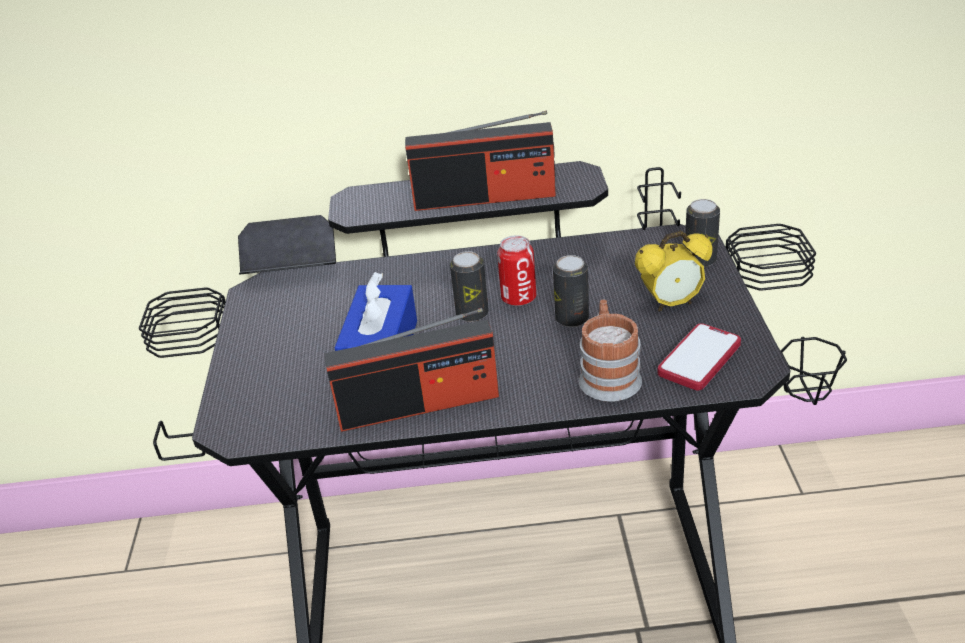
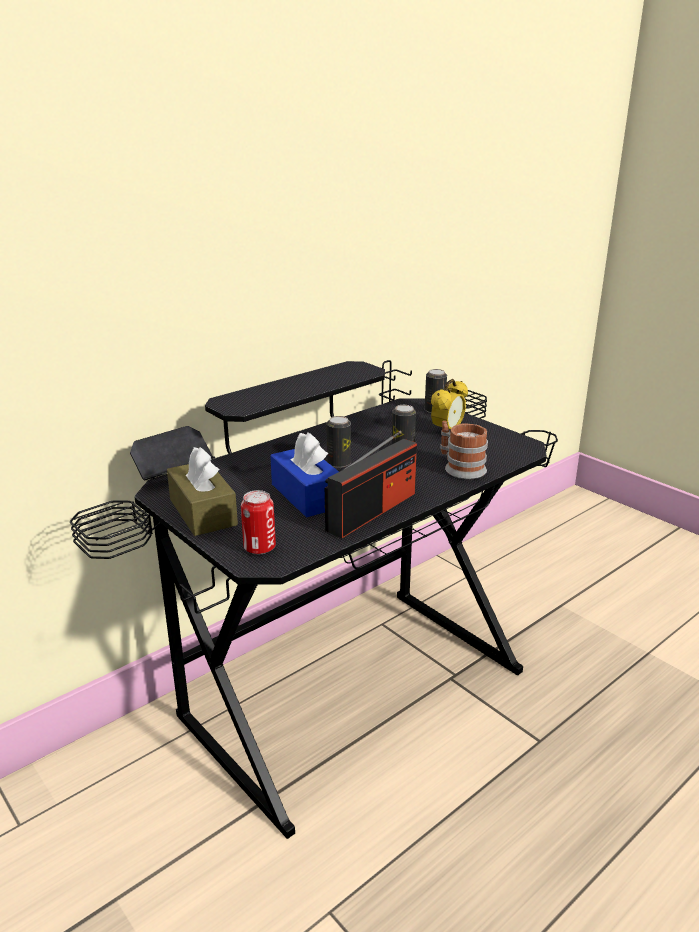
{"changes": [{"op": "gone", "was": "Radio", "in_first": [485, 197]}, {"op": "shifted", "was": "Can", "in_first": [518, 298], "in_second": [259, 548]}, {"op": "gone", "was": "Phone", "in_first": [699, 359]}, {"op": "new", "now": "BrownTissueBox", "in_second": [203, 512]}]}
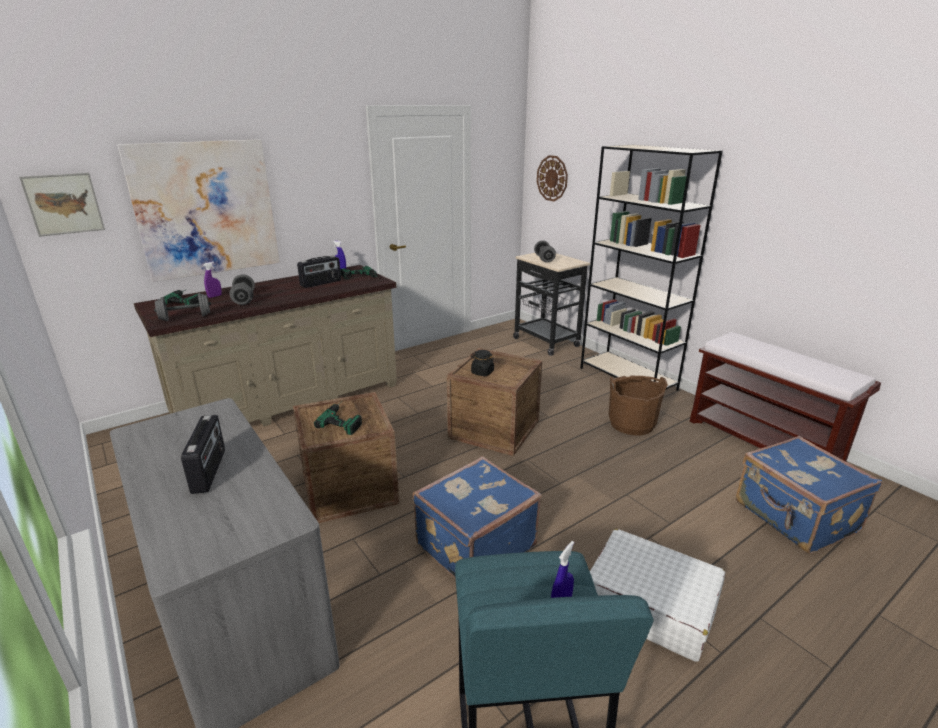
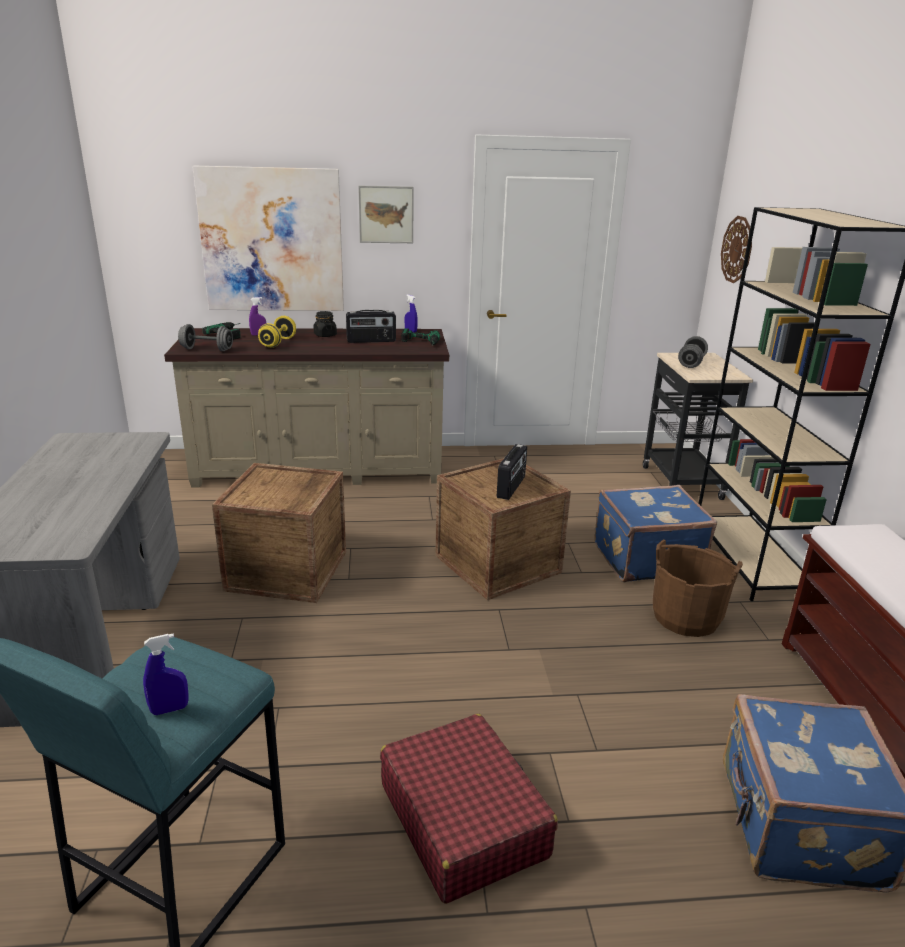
{"changes": [{"op": "shifted", "was": "Picture", "in_first": [64, 204], "in_second": [386, 214]}, {"op": "shifted", "was": "Radio", "in_first": [210, 471], "in_second": [511, 487]}, {"op": "repainted", "was": "GreyDumbbell", "now": "YellowDumbbell", "in_first": [244, 299], "in_second": [278, 343]}, {"op": "gone", "was": "PowerDrill", "in_first": [344, 419]}, {"op": "shifted", "was": "BlueSuitcase", "in_first": [474, 544], "in_second": [645, 558]}, {"op": "shifted", "was": "BlackJar", "in_first": [482, 372], "in_second": [325, 335]}, {"op": "repainted", "was": "WhiteSuitcase", "now": "RedSuitcase", "in_first": [649, 603], "in_second": [463, 819]}]}
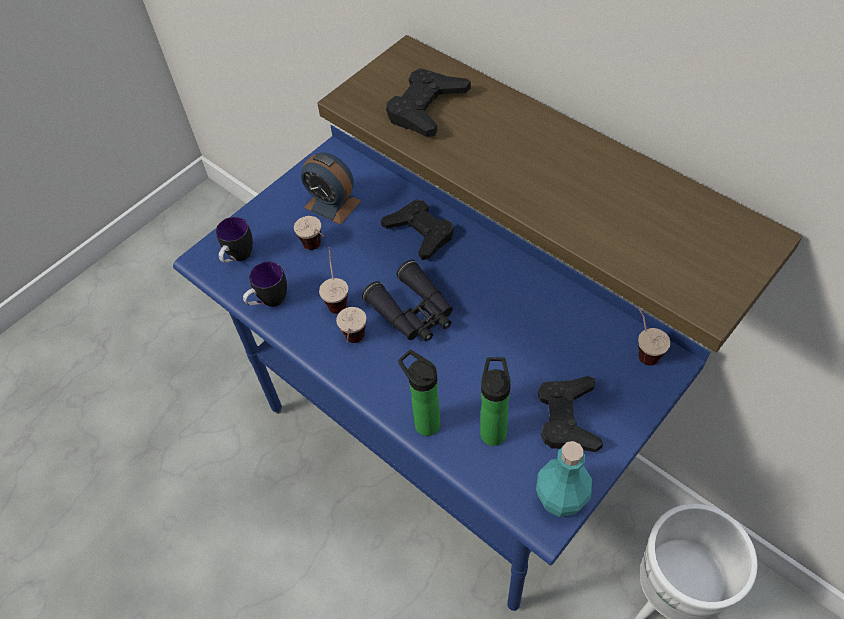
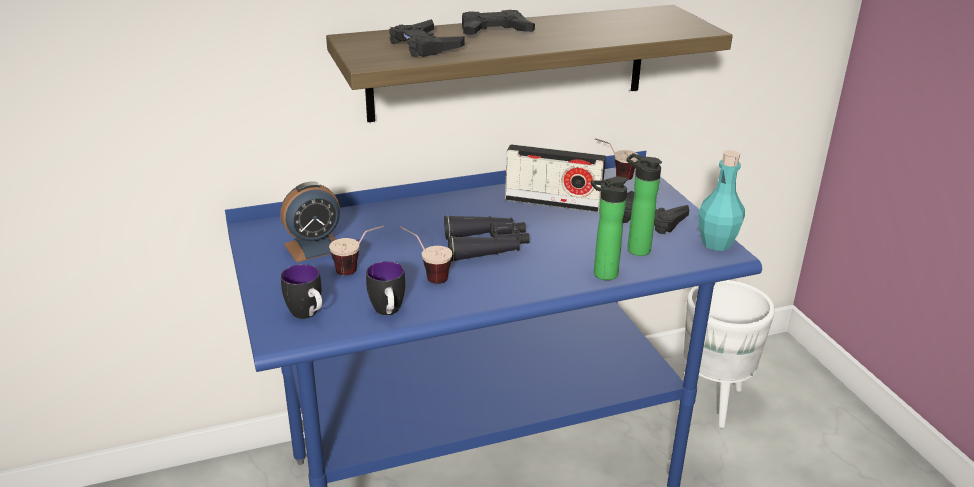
{"changes": [{"op": "gone", "was": "Cup", "in_first": [354, 345]}, {"op": "shifted", "was": "BlackGameController", "in_first": [420, 233], "in_second": [494, 31]}, {"op": "new", "now": "Radio", "in_second": [553, 202]}]}
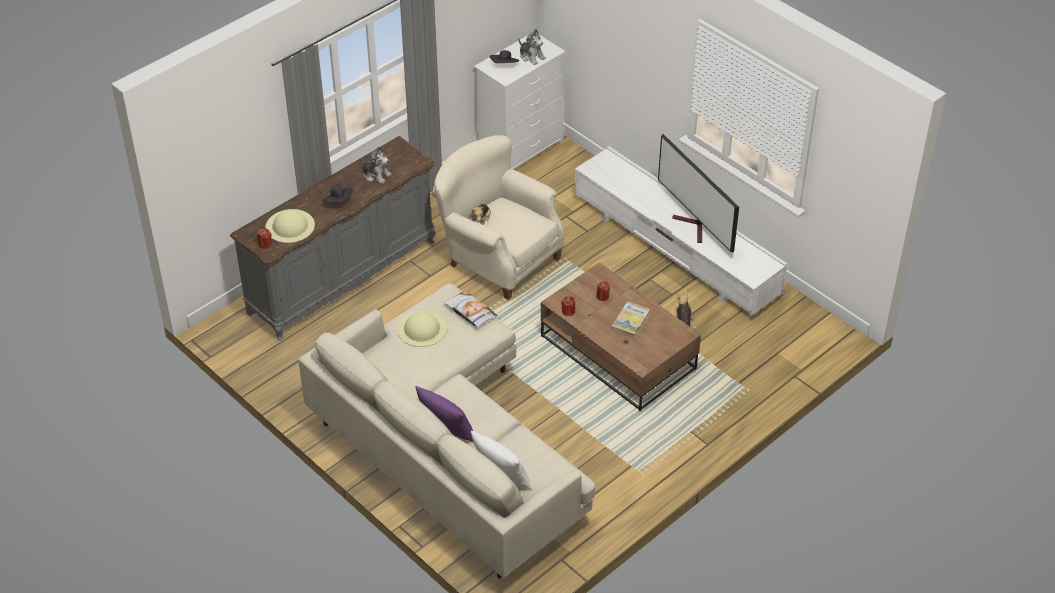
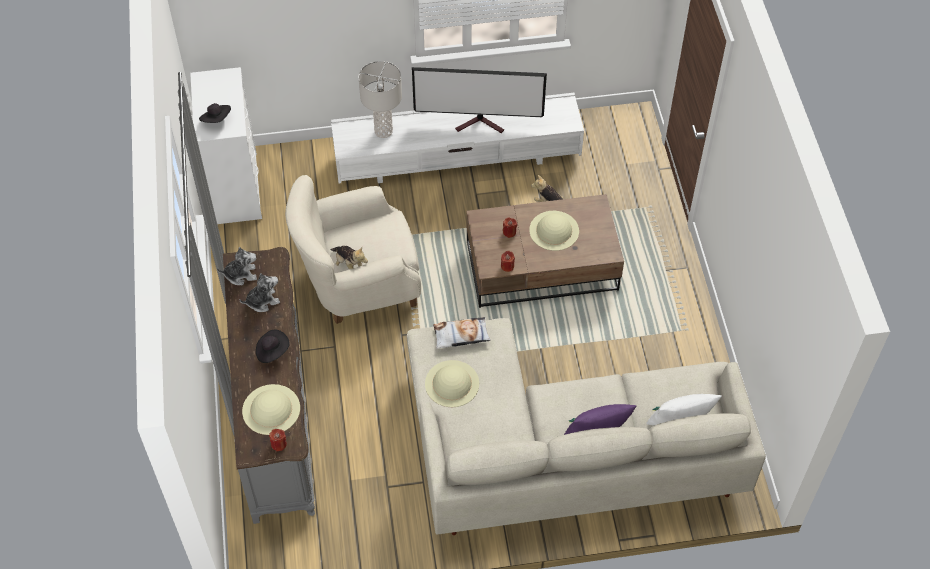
{"changes": [{"op": "shifted", "was": "PlushToy", "in_first": [531, 56], "in_second": [241, 274]}, {"op": "swapped", "was": "Book", "now": "BeigeHat", "in_first": [630, 321], "in_second": [554, 230]}, {"op": "new", "now": "WhiteTableLamp", "in_second": [384, 131]}]}
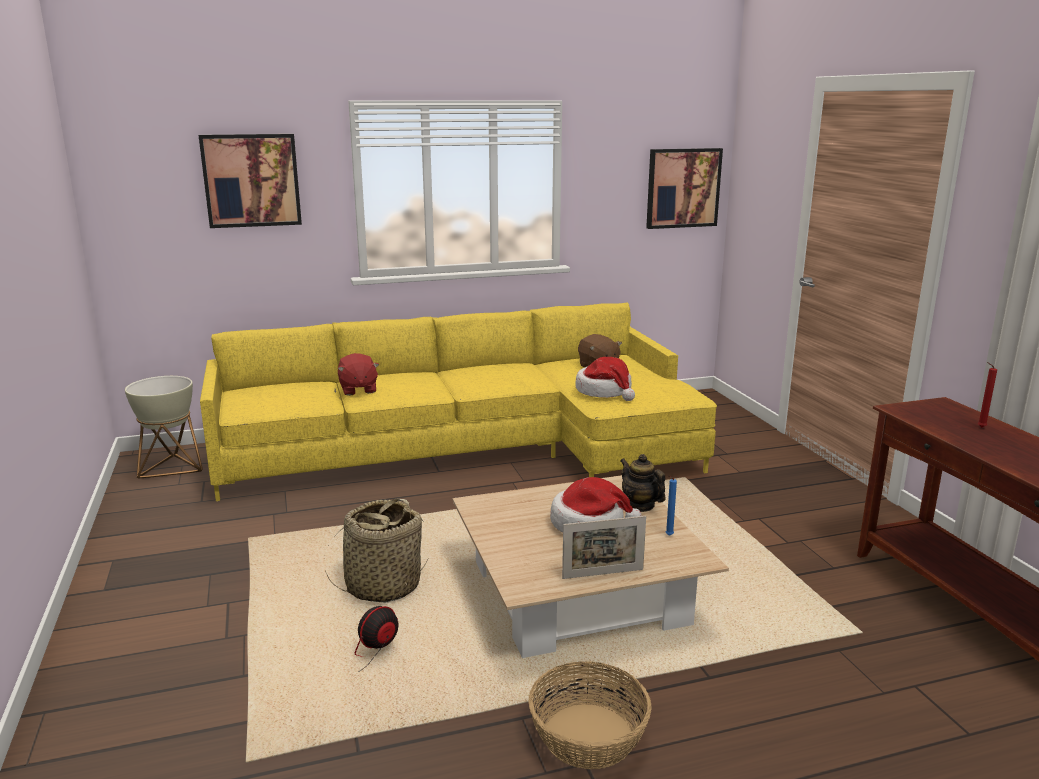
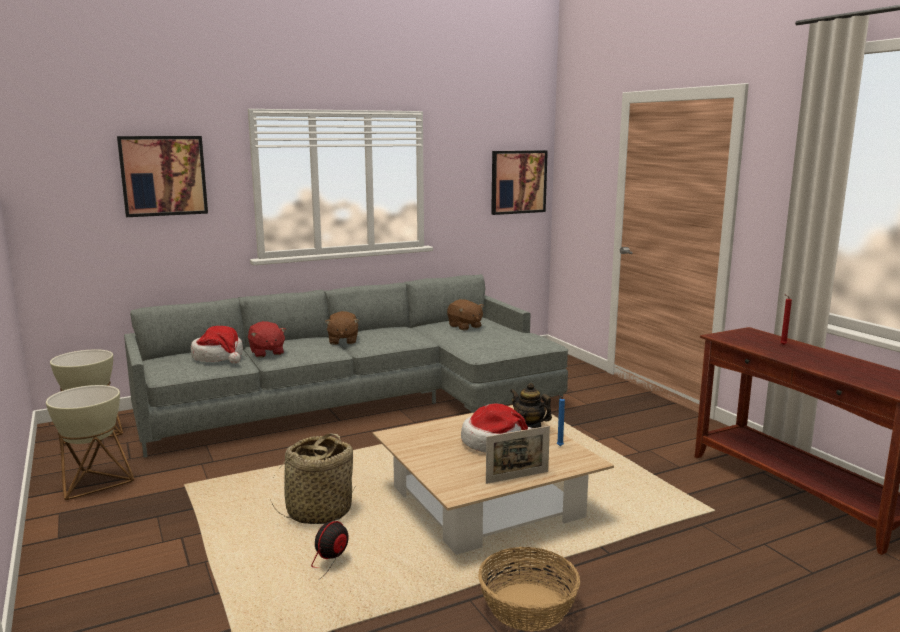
{"changes": [{"op": "repainted", "was": "YellowSofa", "now": "GreySofa", "in_first": [474, 451], "in_second": [365, 402]}, {"op": "shifted", "was": "Hat", "in_first": [605, 391], "in_second": [219, 357]}, {"op": "new", "now": "Planter", "in_second": [95, 483]}, {"op": "new", "now": "BrownPlushToy", "in_second": [342, 341]}]}
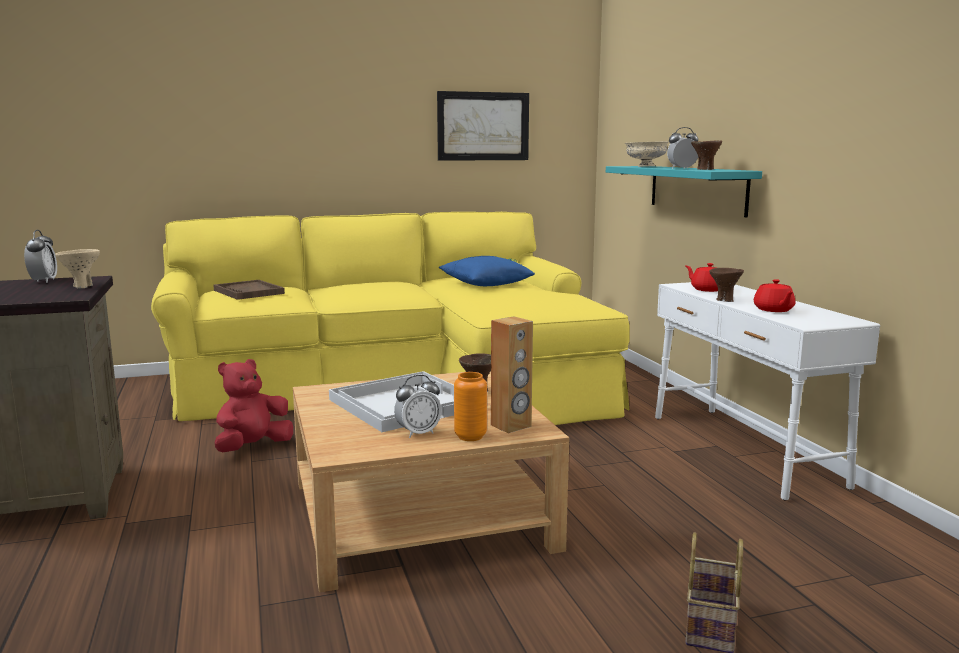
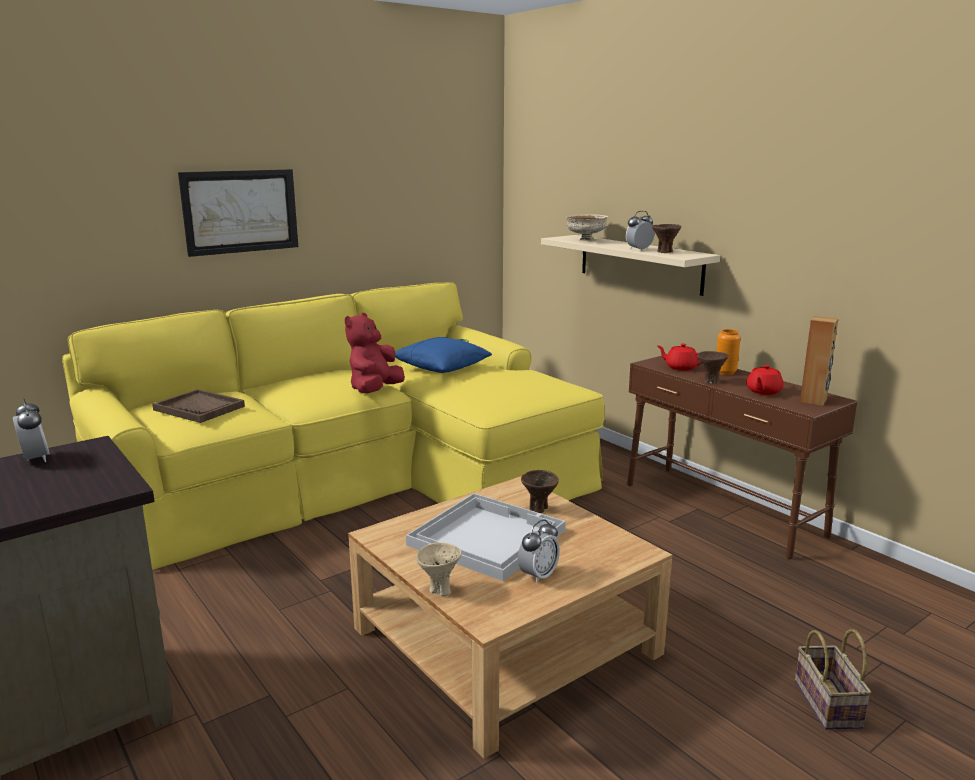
{"changes": [{"op": "shifted", "was": "BeigeBowl", "in_first": [82, 286], "in_second": [440, 590]}, {"op": "shifted", "was": "RedPlushToy", "in_first": [253, 447], "in_second": [375, 391]}, {"op": "shifted", "was": "Picture", "in_first": [483, 126], "in_second": [240, 211]}, {"op": "shifted", "was": "OrangeVase", "in_first": [470, 436], "in_second": [725, 372]}, {"op": "shifted", "was": "BrownSpeaker", "in_first": [511, 426], "in_second": [814, 400]}, {"op": "repainted", "was": "TurquoiseShelf", "now": "BeigeShelf", "in_first": [696, 189], "in_second": [639, 263]}, {"op": "repainted", "was": "WhiteConsoleTable", "now": "BrownConsoleTable", "in_first": [741, 450], "in_second": [720, 510]}, {"op": "rotated", "was": "RedTeapot", "in_first": [773, 310], "in_second": [763, 391], "clockwise": 60}]}
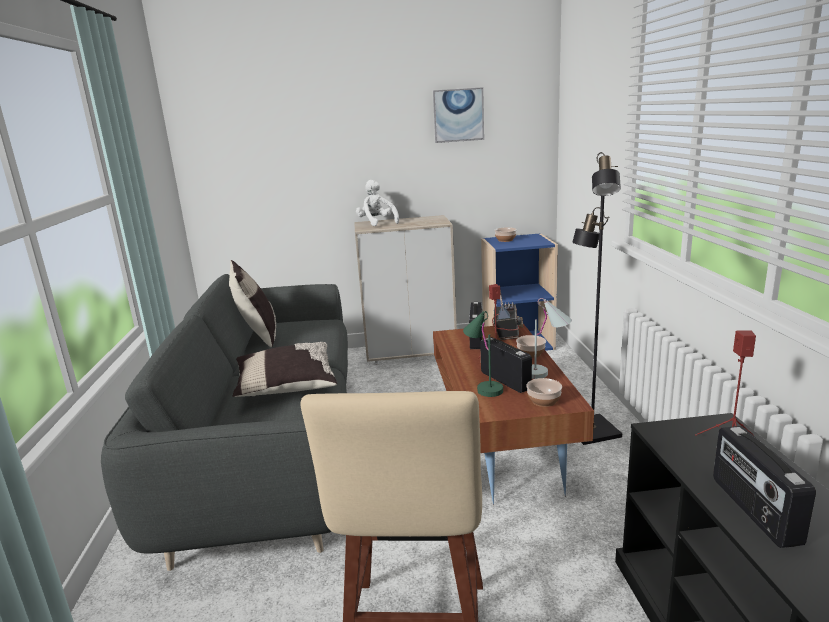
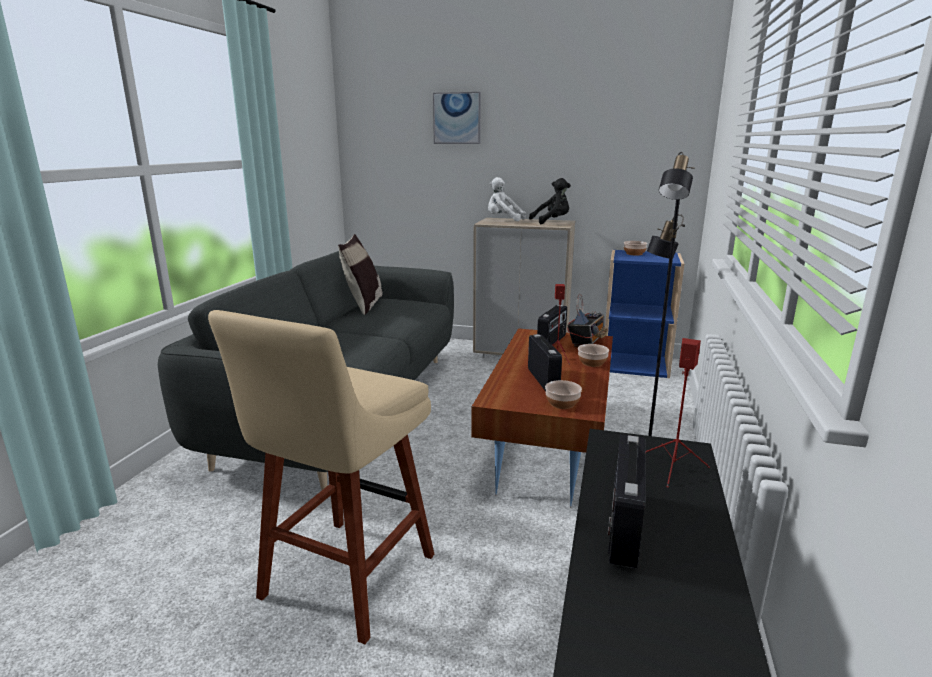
{"changes": [{"op": "gone", "was": "Pillow", "in_first": [286, 385]}, {"op": "rotated", "was": "WhitePlushToy", "in_first": [377, 223], "in_second": [503, 220], "clockwise": -60}, {"op": "shifted", "was": "Picture", "in_first": [458, 115], "in_second": [457, 118]}, {"op": "gone", "was": "GreenTableLamp", "in_first": [483, 386]}, {"op": "gone", "was": "WhiteTableLamp", "in_first": [546, 372]}, {"op": "new", "now": "BlackPlushToy", "in_second": [552, 221]}]}
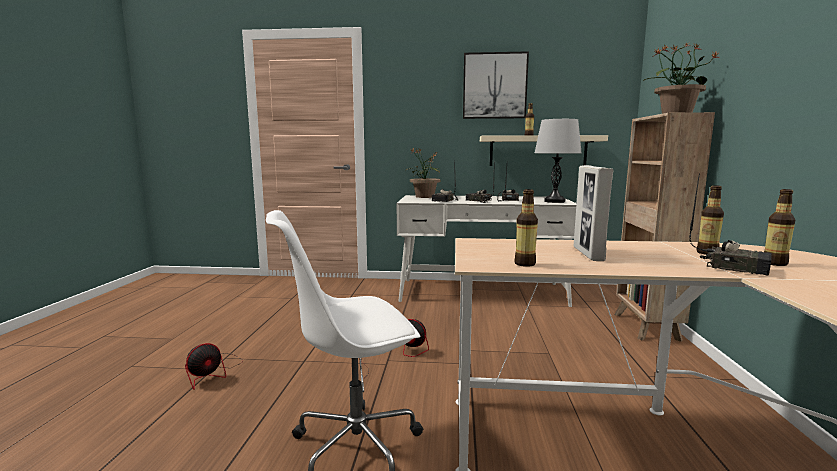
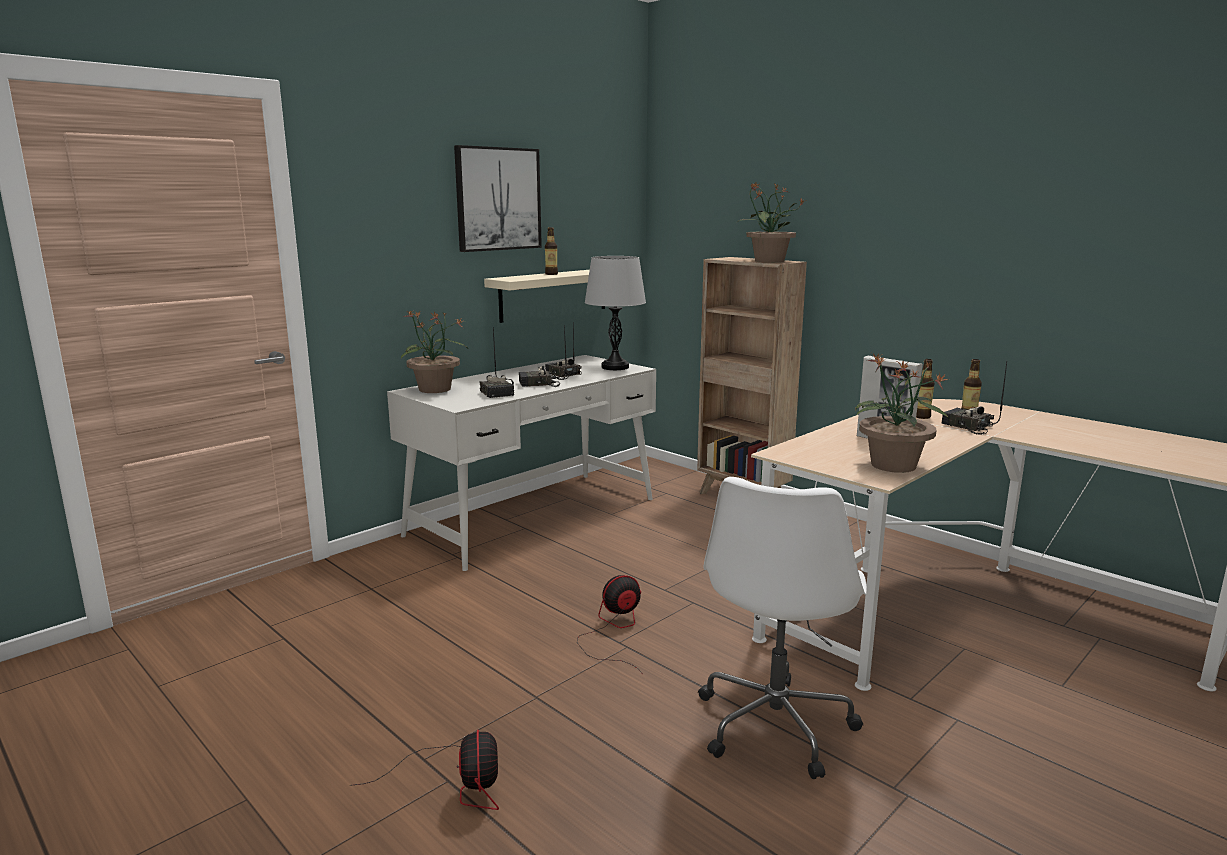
{"changes": [{"op": "swapped", "was": "Bottle", "now": "PottedPlant", "in_first": [524, 264], "in_second": [893, 466]}, {"op": "rotated", "was": "Radio", "in_first": [734, 267], "in_second": [966, 427], "clockwise": -120}]}
